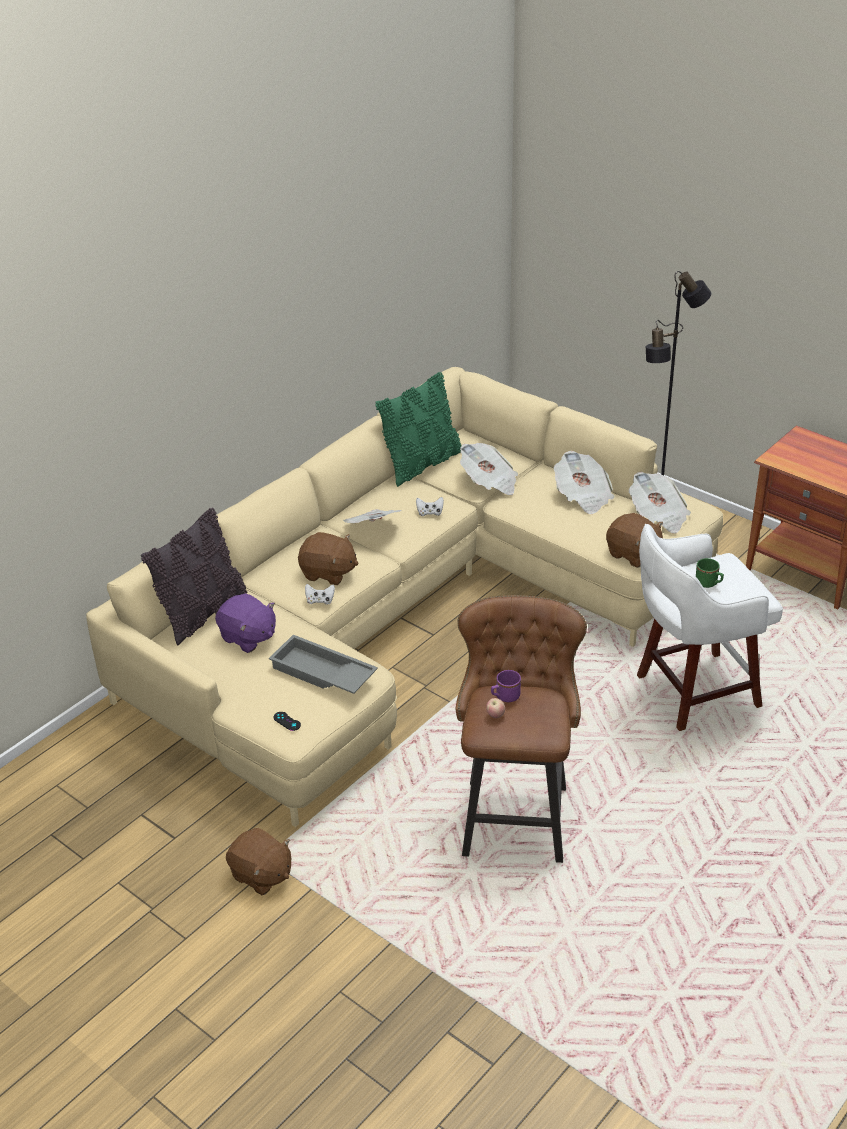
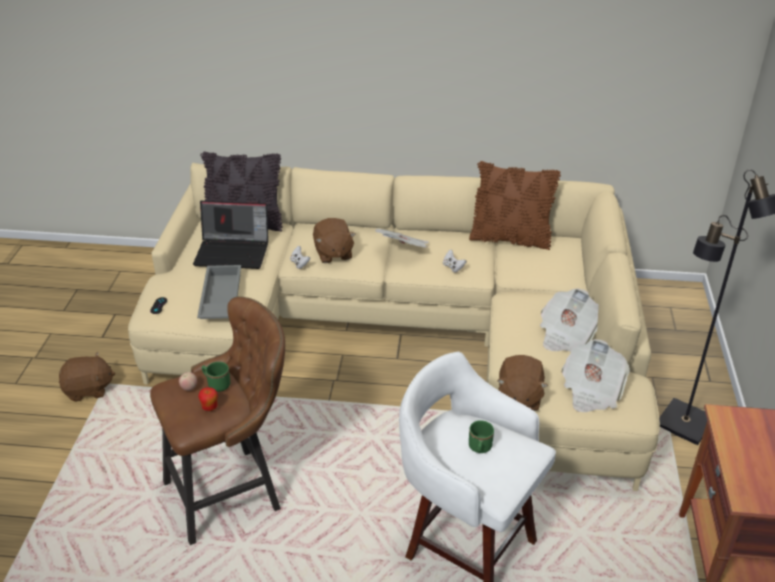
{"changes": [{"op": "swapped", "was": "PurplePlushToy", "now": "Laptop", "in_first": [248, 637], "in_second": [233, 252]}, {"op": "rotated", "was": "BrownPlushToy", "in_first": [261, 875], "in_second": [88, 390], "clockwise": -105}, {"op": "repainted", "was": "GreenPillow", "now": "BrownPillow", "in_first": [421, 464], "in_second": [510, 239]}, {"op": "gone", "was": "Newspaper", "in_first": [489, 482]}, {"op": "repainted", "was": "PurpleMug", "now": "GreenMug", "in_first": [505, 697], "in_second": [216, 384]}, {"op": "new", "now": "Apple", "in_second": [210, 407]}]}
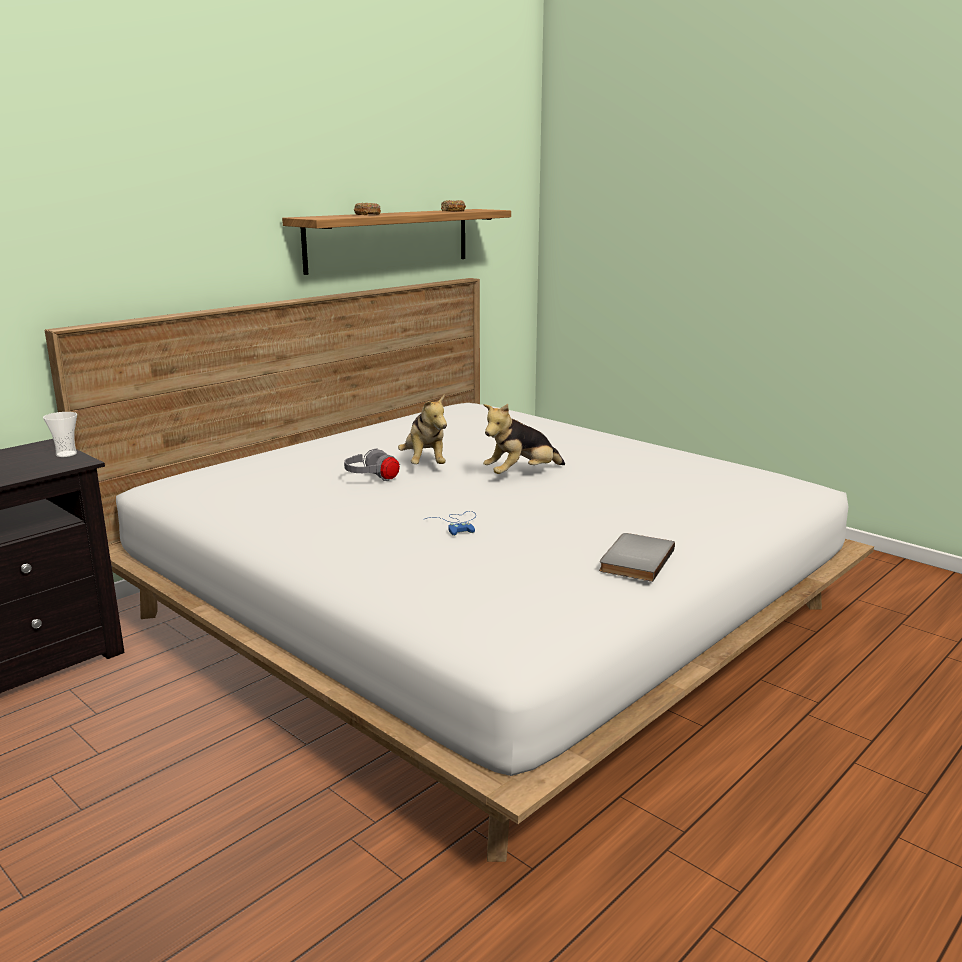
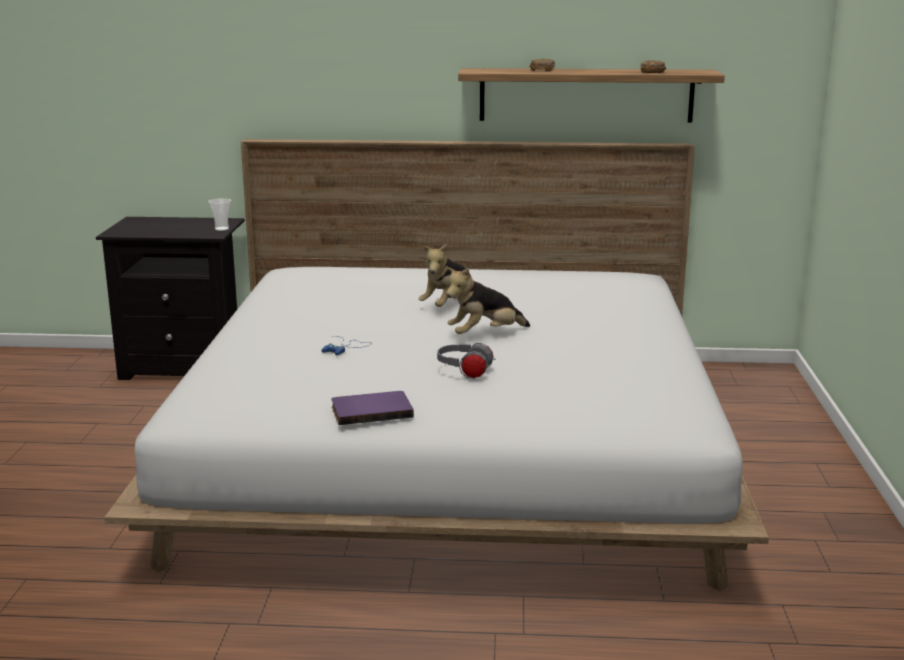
{"changes": [{"op": "shifted", "was": "GreyHeadphones", "in_first": [372, 479], "in_second": [465, 372]}, {"op": "rotated", "was": "PlushToy", "in_first": [521, 474], "in_second": [484, 335], "clockwise": -45}, {"op": "repainted", "was": "GreyBook", "now": "PurpleBook", "in_first": [634, 560], "in_second": [371, 410]}]}
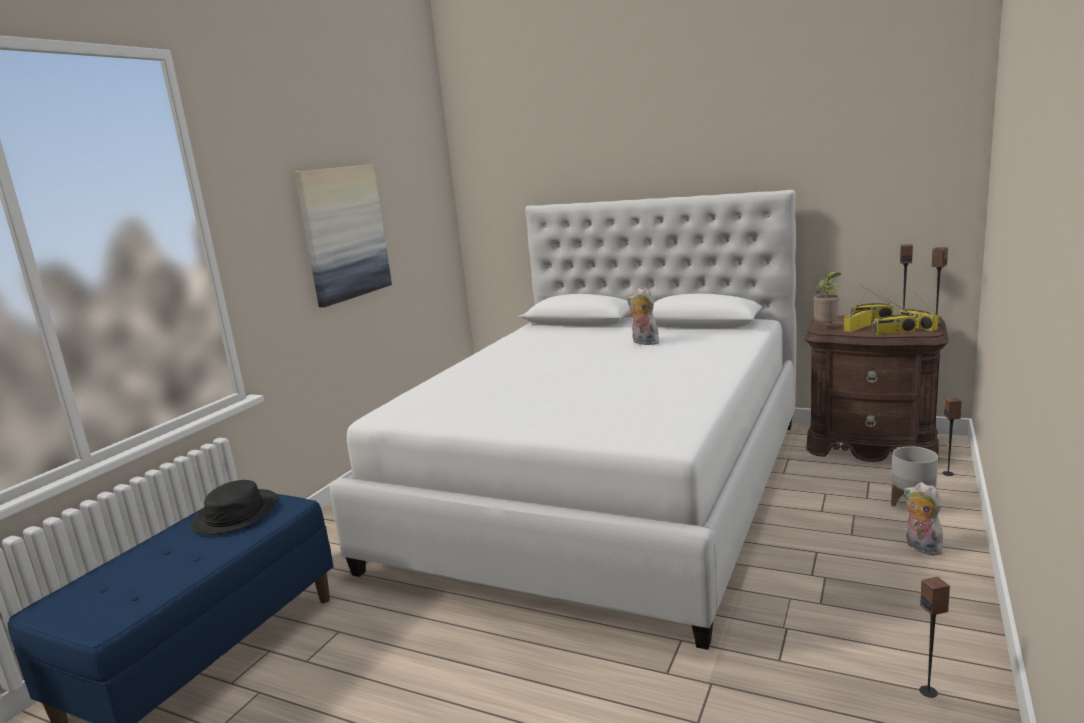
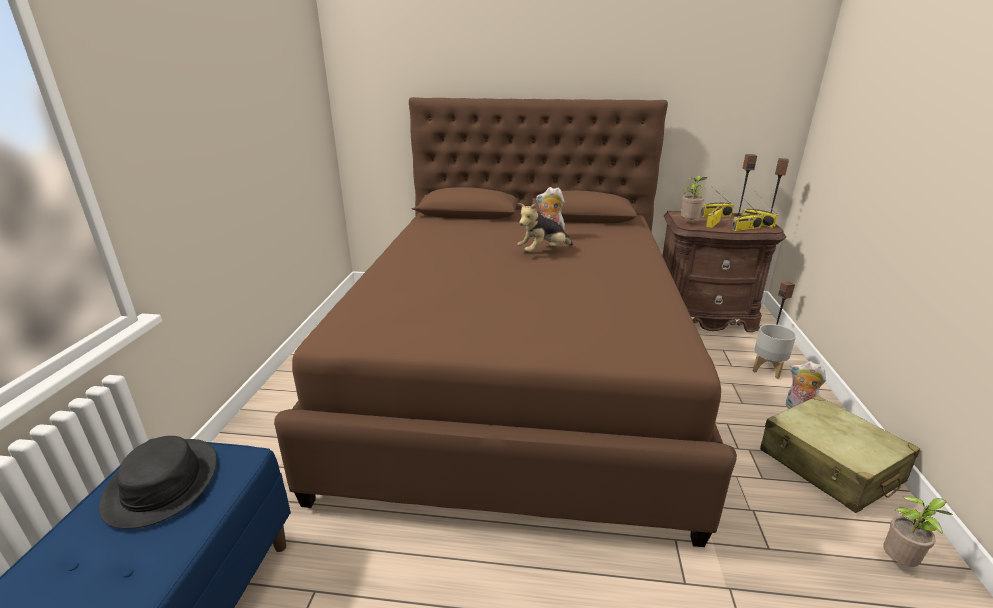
{"changes": [{"op": "gone", "was": "Picture", "in_first": [344, 233]}, {"op": "repainted", "was": "WhiteBed", "now": "BrownBed", "in_first": [604, 490], "in_second": [517, 374]}, {"op": "swapped", "was": "Speaker", "now": "PottedPlant", "in_first": [928, 691], "in_second": [899, 562]}, {"op": "new", "now": "PlushToy", "in_second": [543, 252]}, {"op": "new", "now": "BeigeSuitcase", "in_second": [829, 466]}]}
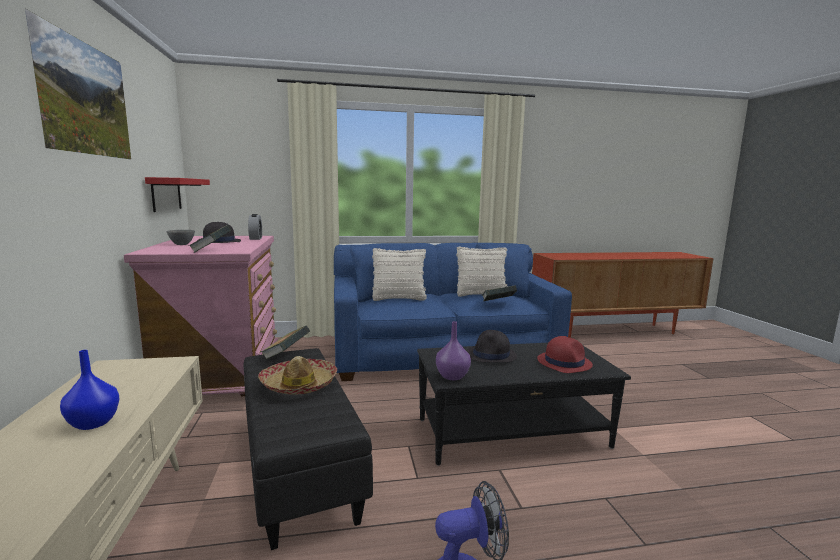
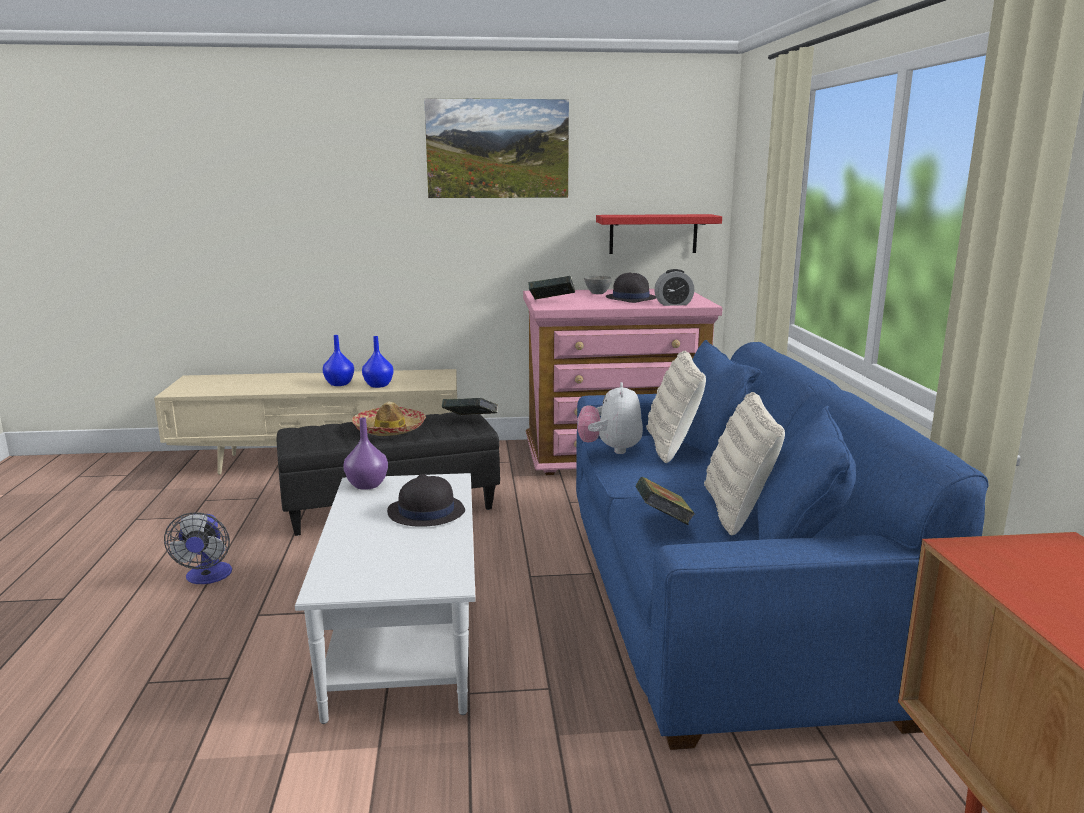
{"changes": [{"op": "repainted", "was": "BlackCoffeeTable", "now": "WhiteCoffeeTable", "in_first": [513, 433], "in_second": [404, 634]}, {"op": "gone", "was": "RedHat", "in_first": [564, 362]}, {"op": "new", "now": "BlueVase", "in_second": [379, 385]}, {"op": "new", "now": "PlushToy", "in_second": [610, 449]}]}
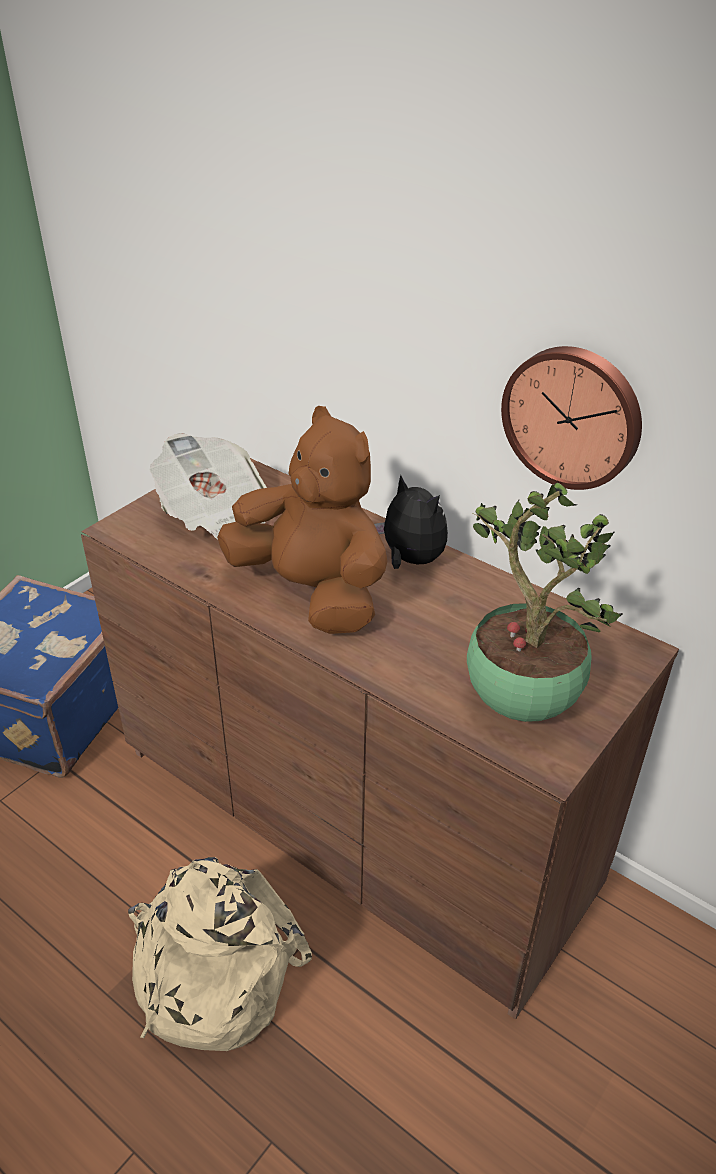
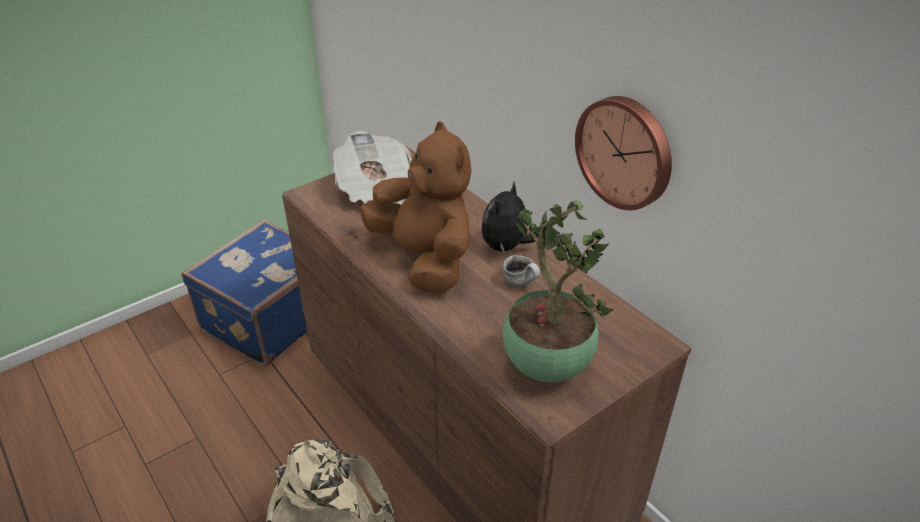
{"changes": [{"op": "rotated", "was": "PlushToy", "in_first": [410, 560], "in_second": [506, 247], "clockwise": -120}, {"op": "new", "now": "Mug", "in_second": [521, 283]}]}
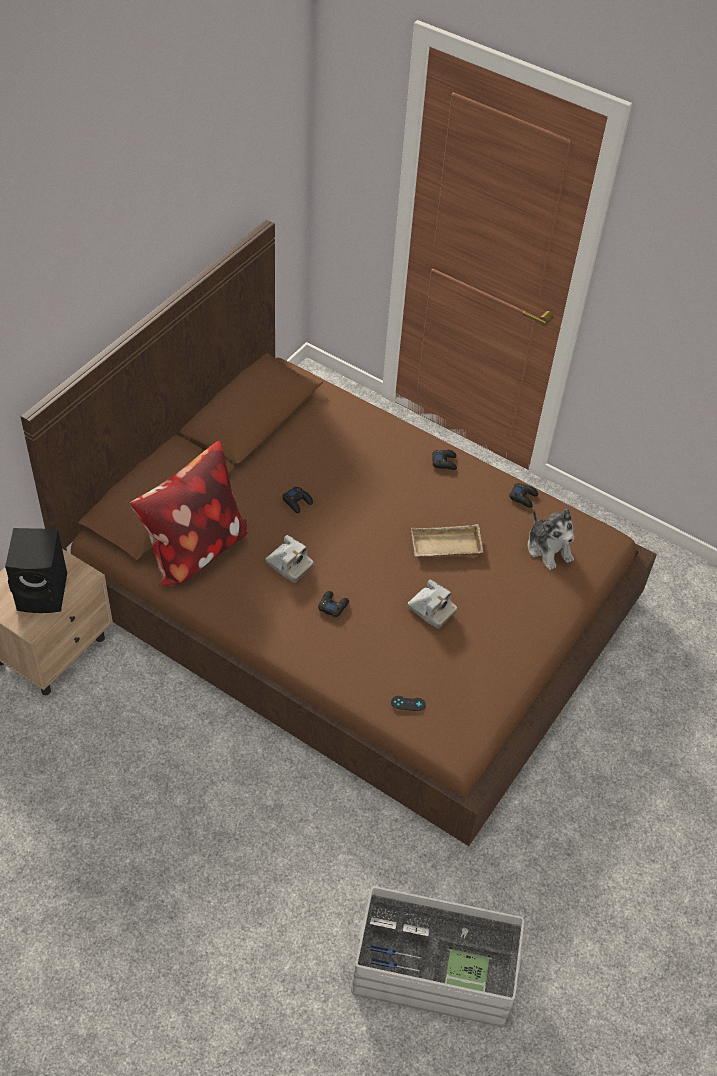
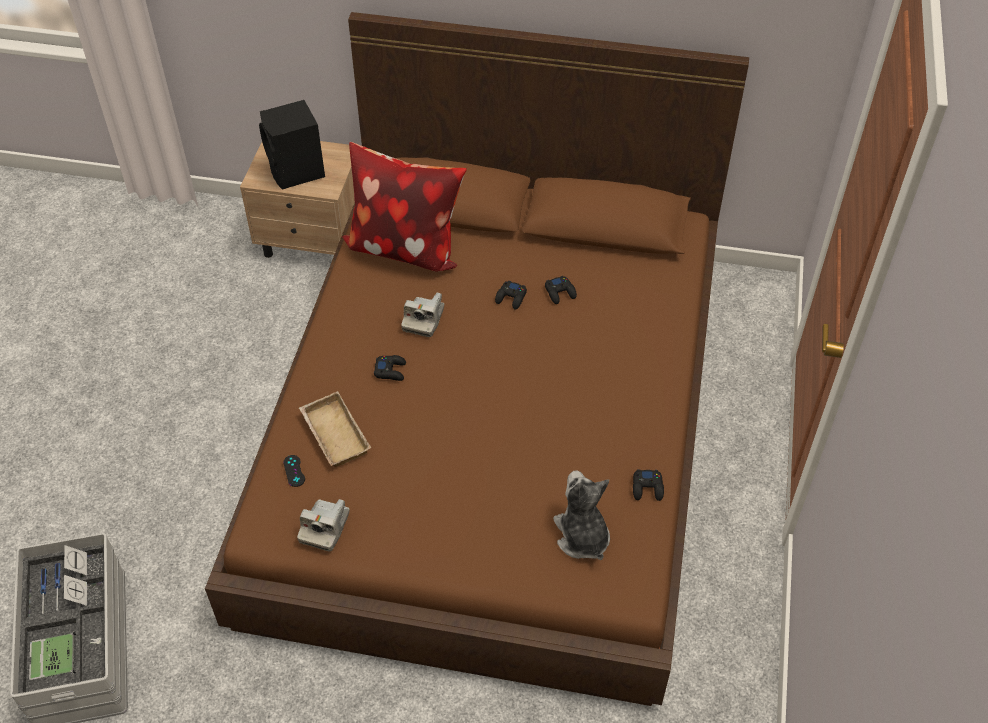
{"changes": [{"op": "shifted", "was": "PhotoCamera", "in_first": [431, 610], "in_second": [324, 528]}, {"op": "shifted", "was": "BeigeTray", "in_first": [445, 547], "in_second": [333, 434]}, {"op": "shifted", "was": "BlackGameController", "in_first": [444, 462], "in_second": [560, 292]}, {"op": "rotated", "was": "PlushToy", "in_first": [548, 549], "in_second": [581, 536], "clockwise": 120}]}
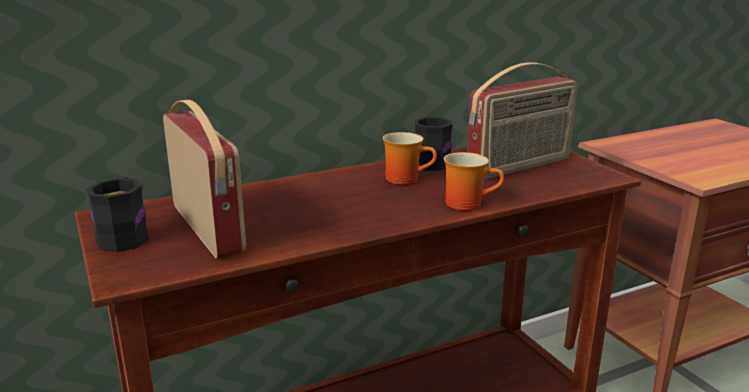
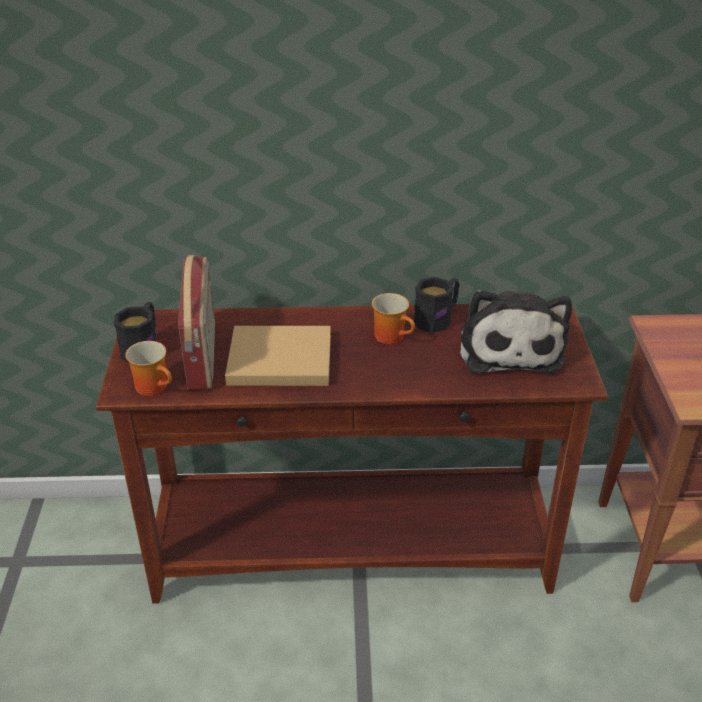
{"changes": [{"op": "shifted", "was": "Mug", "in_first": [468, 203], "in_second": [156, 386]}, {"op": "swapped", "was": "Radio", "now": "PlushToy", "in_first": [520, 167], "in_second": [509, 346]}, {"op": "new", "now": "BeigeBook", "in_second": [276, 359]}]}
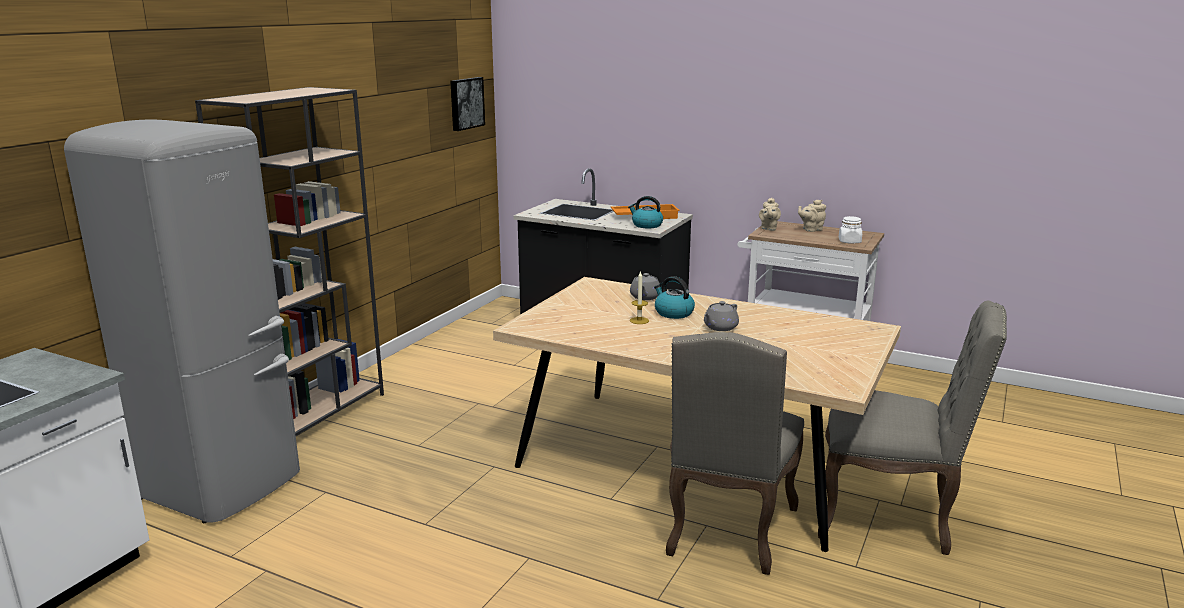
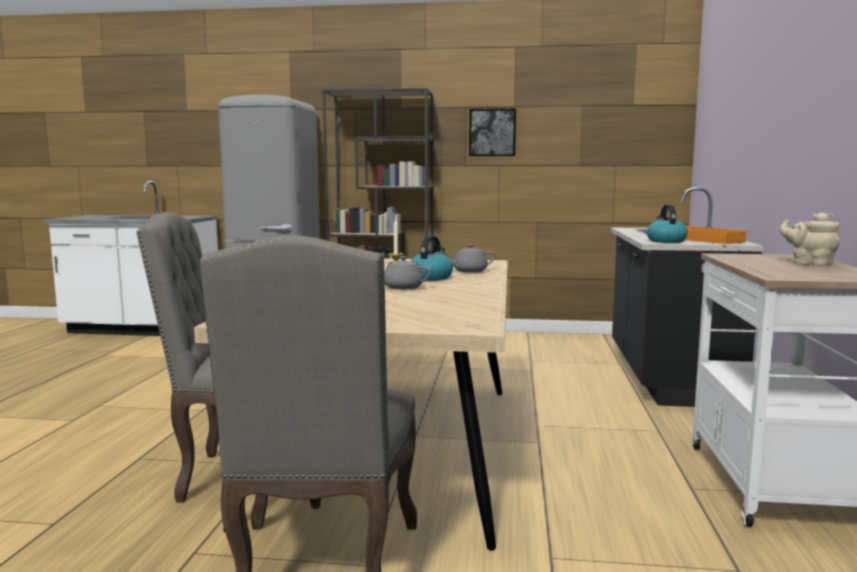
{"changes": [{"op": "shifted", "was": "Picture", "in_first": [465, 103], "in_second": [492, 132]}, {"op": "gone", "was": "BeigeTeapot", "in_first": [768, 228]}, {"op": "gone", "was": "WhiteJar", "in_first": [849, 241]}]}
